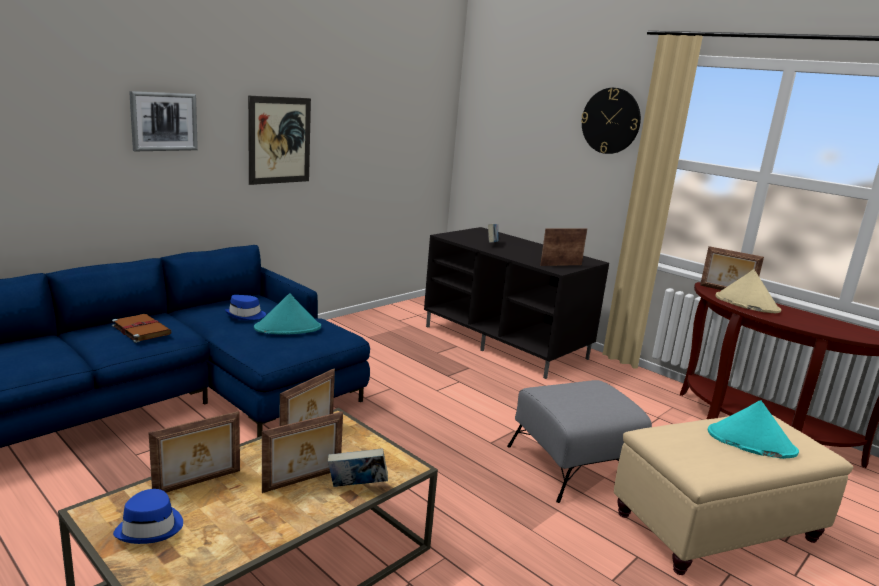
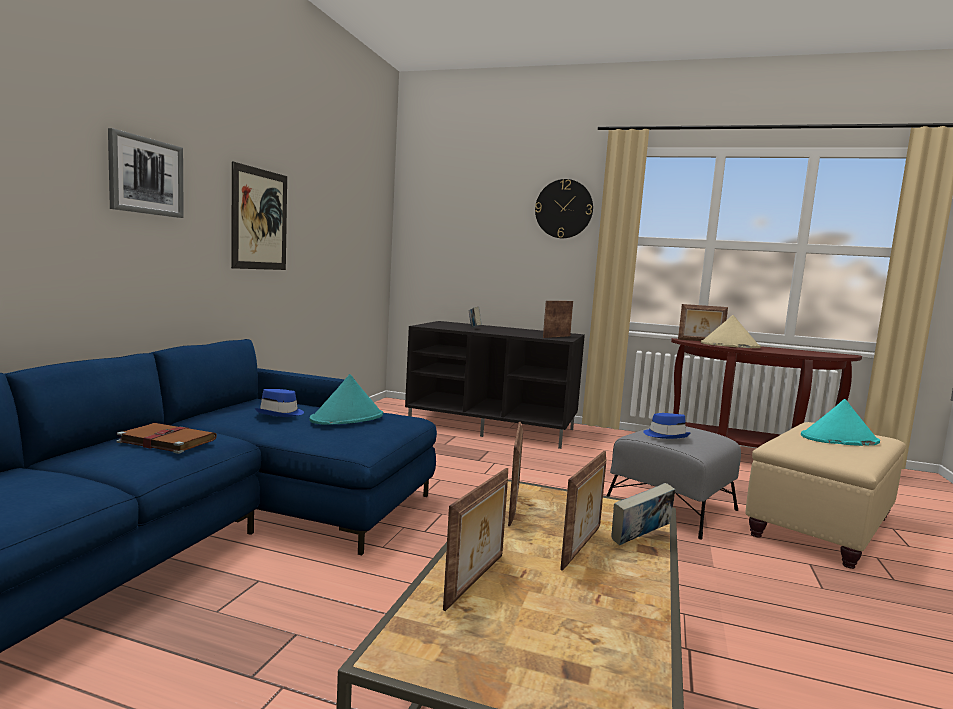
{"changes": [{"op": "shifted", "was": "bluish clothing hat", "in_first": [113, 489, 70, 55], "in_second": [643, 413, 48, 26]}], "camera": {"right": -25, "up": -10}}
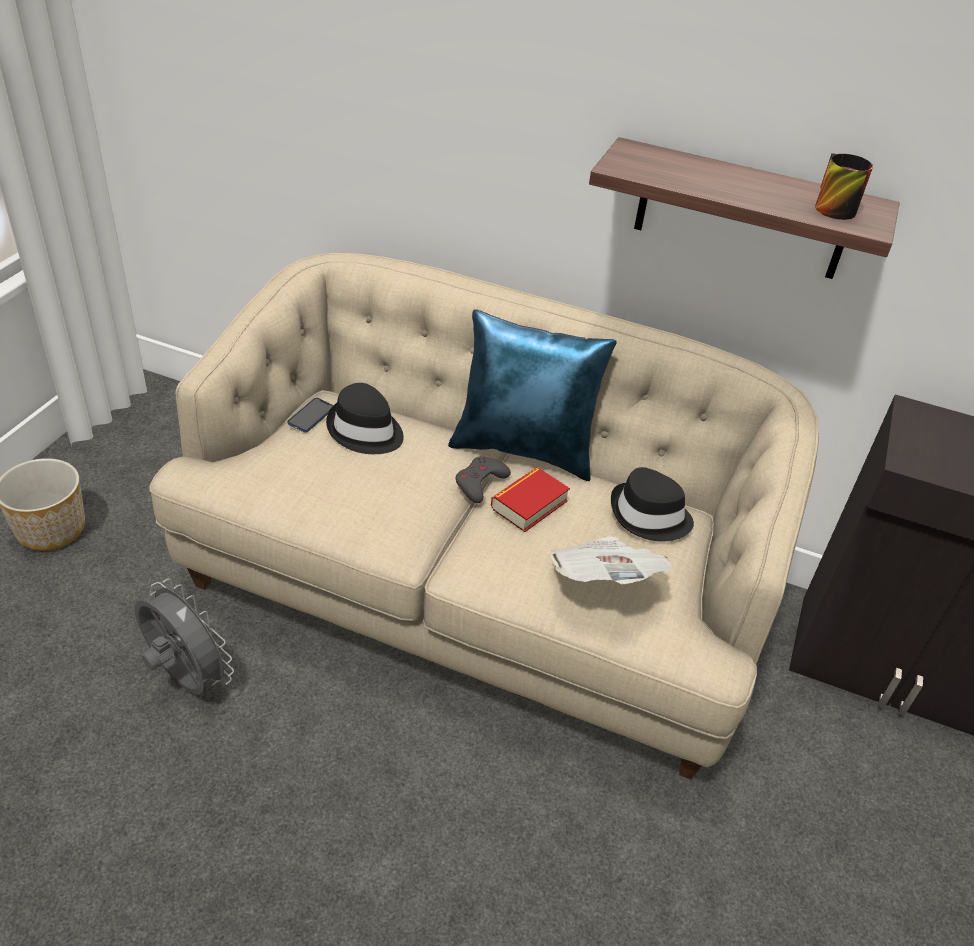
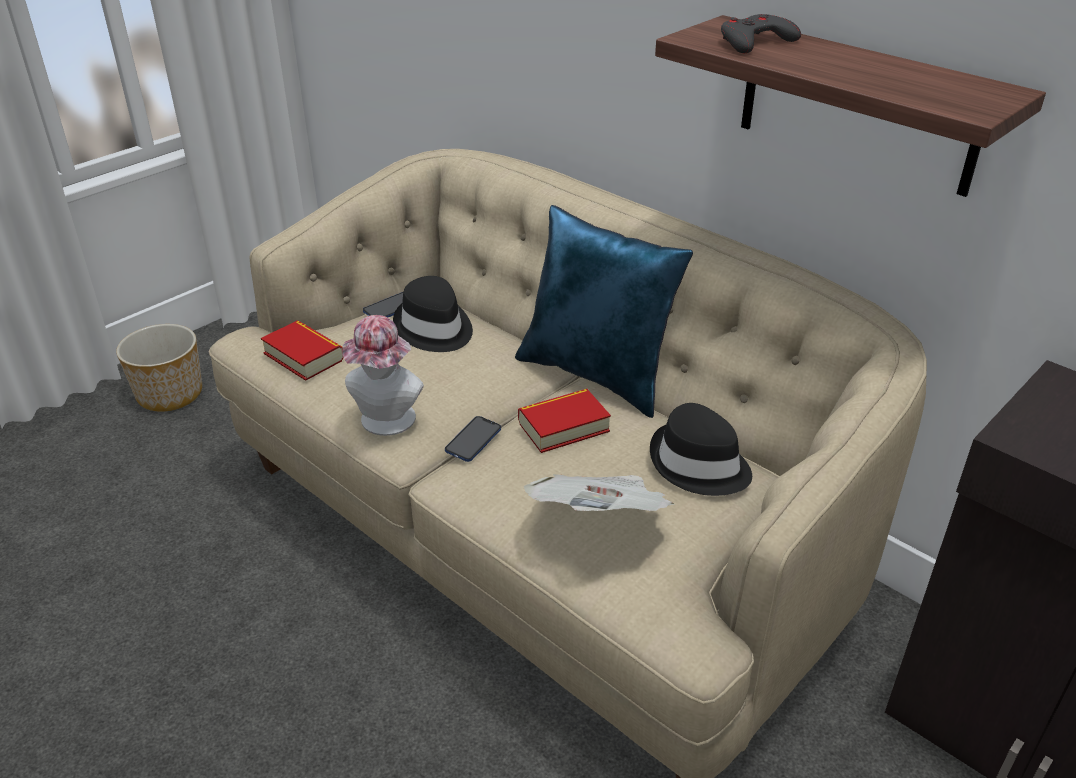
{"changes": [{"op": "gone", "was": "mug", "in_first": [815, 153, 58, 67]}, {"op": "shifted", "was": "greyish joypad", "in_first": [455, 456, 56, 47], "in_second": [721, 14, 80, 39]}, {"op": "gone", "was": "greyish fan", "in_first": [135, 578, 99, 117]}, {"op": "new", "now": "clothing hat", "in_second": [342, 315, 82, 121]}, {"op": "new", "now": "bound book", "in_second": [261, 320, 83, 61]}, {"op": "new", "now": "telephone", "in_second": [445, 416, 56, 46]}], "camera": {"right": 25, "up": -5}}
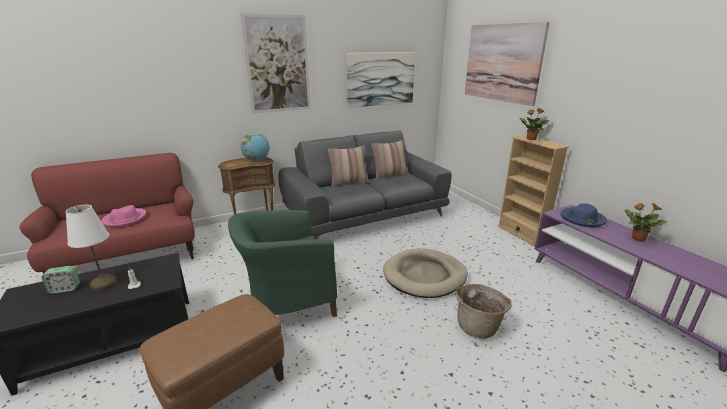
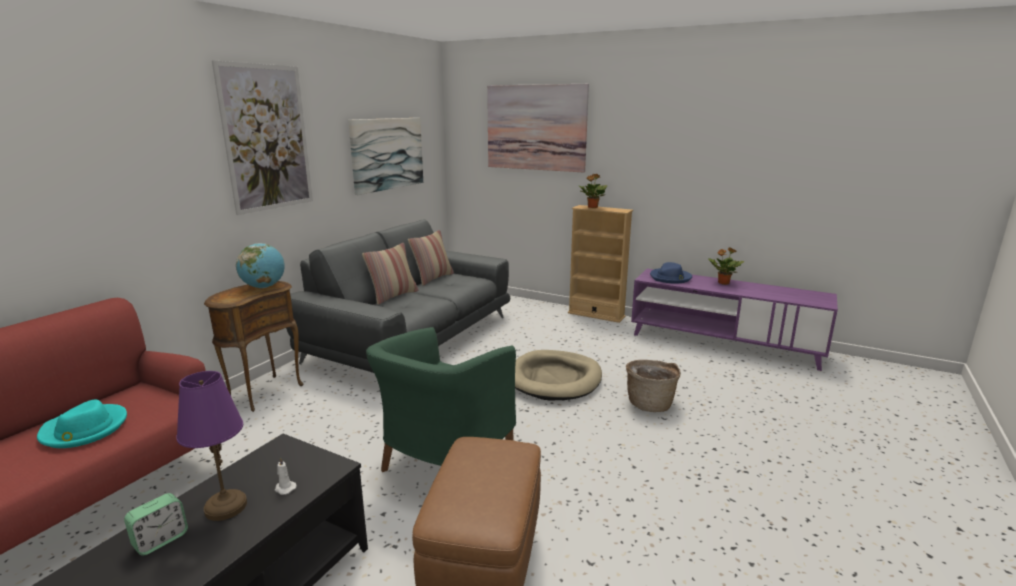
{"changes": [{"op": "repainted", "was": "white-coloured lamp for a table", "now": "purple lamp for a table", "in_first": [65, 205, 52, 86], "in_second": [176, 371, 71, 150]}, {"op": "repainted", "was": "pinkish clothing hat", "now": "turquoise clothing hat", "in_first": [102, 205, 44, 22], "in_second": [37, 400, 90, 48]}], "camera": {"right": -35, "up": -5}}
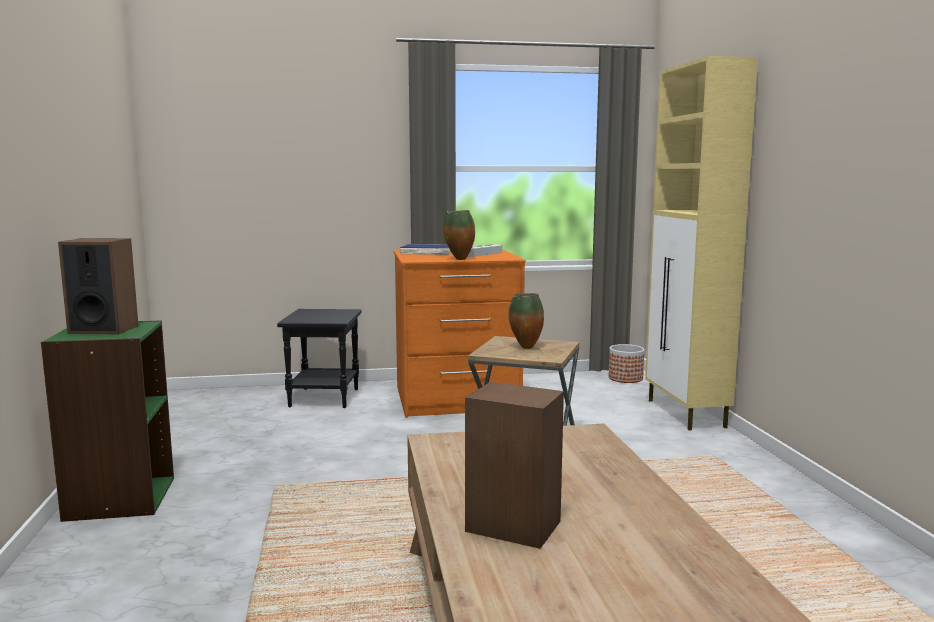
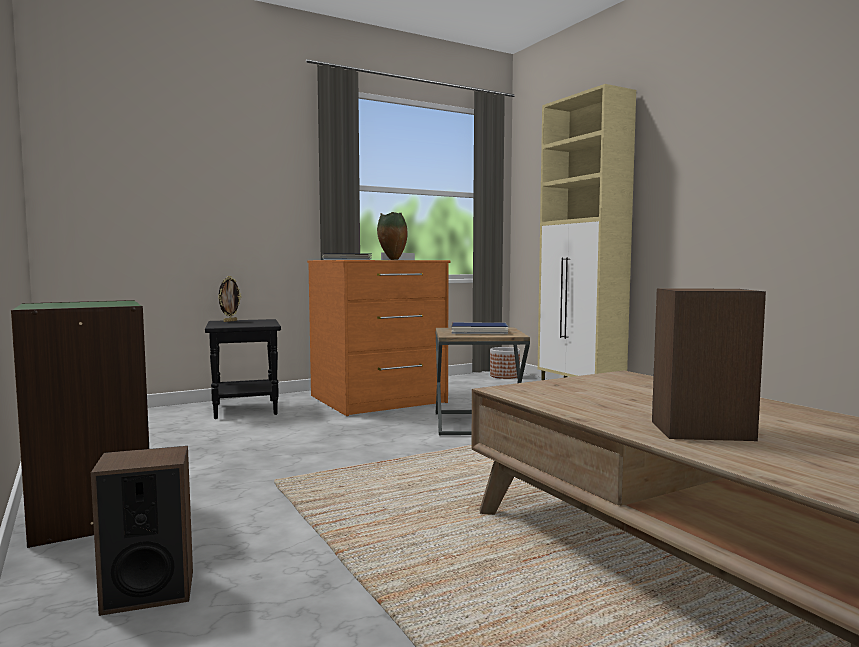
{"changes": [{"op": "shifted", "was": "speaker", "in_first": [58, 238, 81, 96], "in_second": [91, 446, 102, 170]}, {"op": "swapped", "was": "decorative vase", "now": "bluish bound book", "in_first": [508, 293, 36, 56], "in_second": [451, 322, 57, 12]}, {"op": "new", "now": "photo frame", "in_second": [218, 276, 23, 46]}], "camera": {"right": -20, "up": -5}}
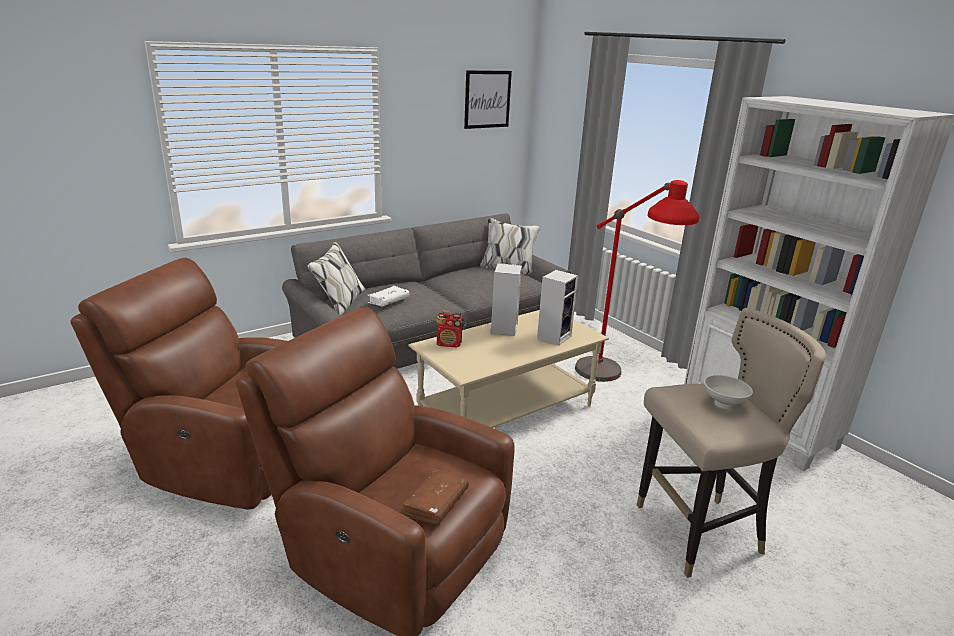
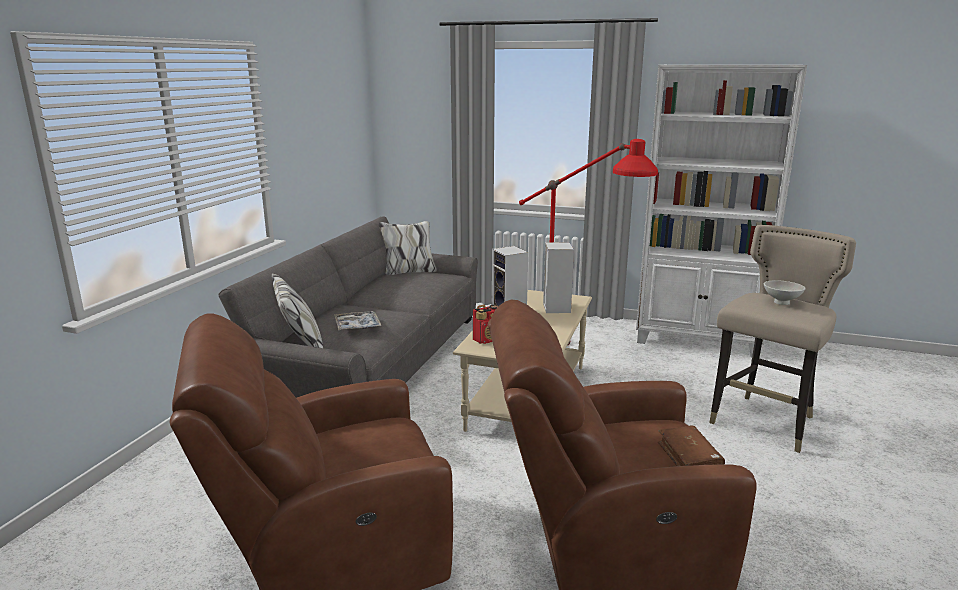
{"changes": [{"op": "gone", "was": "wall art", "in_first": [464, 70, 48, 59]}, {"op": "swapped", "was": "white-coloured bound book", "now": "carrying tray", "in_first": [367, 286, 43, 20], "in_second": [334, 311, 47, 19]}], "camera": {"right": -35, "up": -5}}
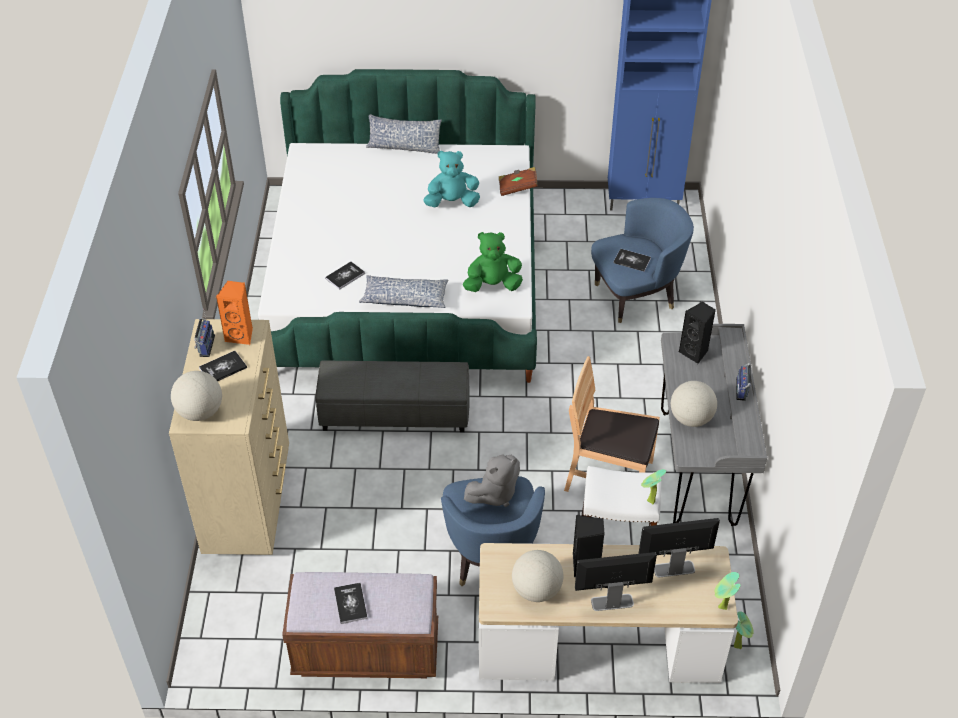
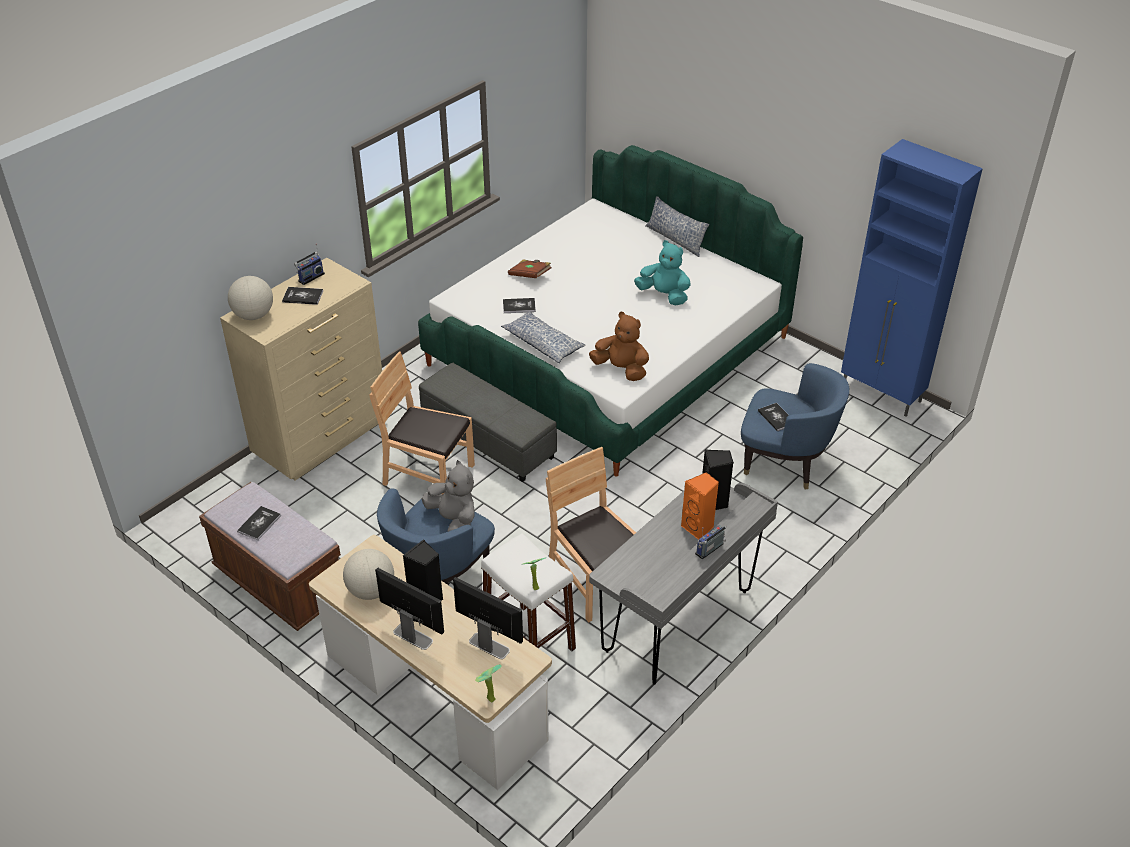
{"changes": [{"op": "shifted", "was": "brownish bound book", "in_first": [499, 167, 38, 29], "in_second": [508, 259, 43, 19]}, {"op": "repainted", "was": "green cuddly toy", "now": "brownish cuddly toy", "in_first": [463, 232, 60, 60], "in_second": [589, 312, 60, 69]}, {"op": "shifted", "was": "orange-coloured speaker", "in_first": [216, 281, 37, 64], "in_second": [681, 472, 38, 68]}, {"op": "gone", "was": "desk globe", "in_first": [671, 381, 46, 46]}, {"op": "rotated", "was": "greyish cuddly toy", "in_first": [464, 454, 56, 53], "in_second": [422, 460, 53, 72], "clockwise": -135}, {"op": "gone", "was": "potted plant", "in_first": [734, 611, 20, 38]}, {"op": "new", "now": "brownish plain chair", "in_second": [369, 351, 106, 144]}], "camera": {"right": 40, "up": -5}}
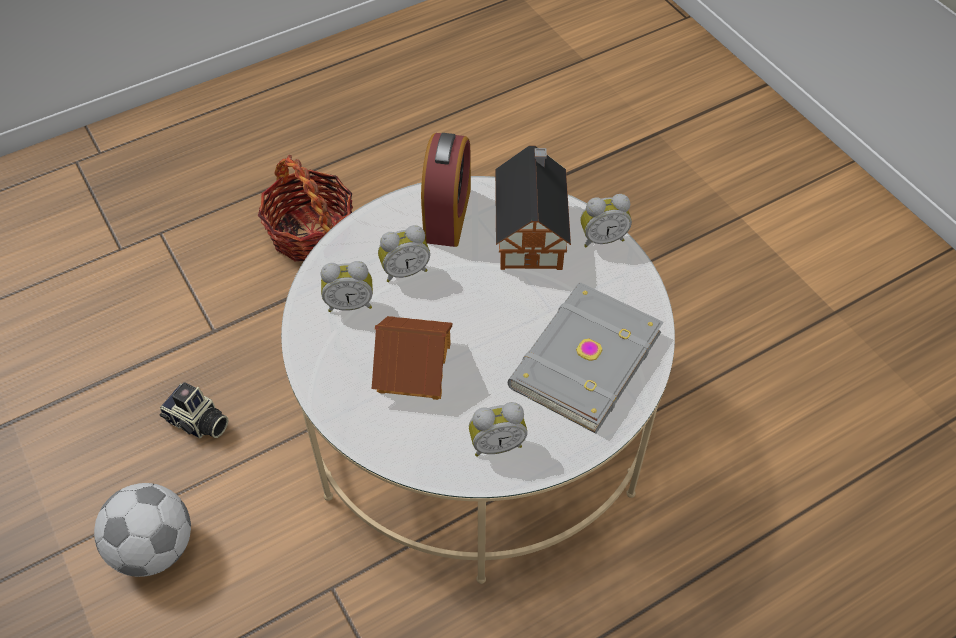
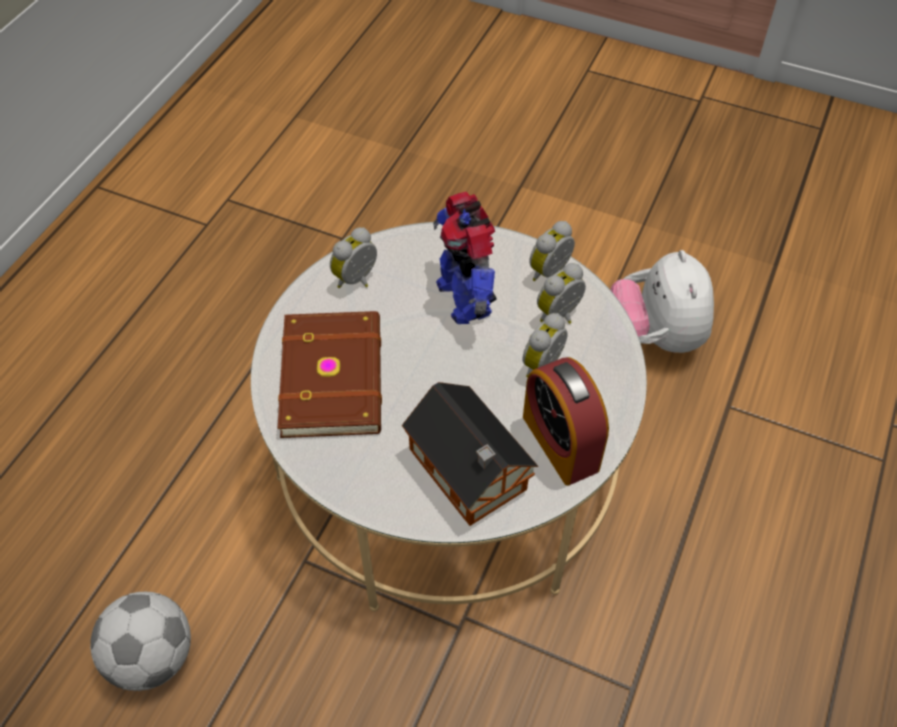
{"changes": [{"op": "gone", "was": "storage basket", "in_first": [258, 154, 95, 108]}, {"op": "shifted", "was": "table clock", "in_first": [581, 194, 51, 53], "in_second": [529, 221, 46, 60]}, {"op": "repainted", "was": "greyish bound book", "now": "brownish bound book", "in_first": [508, 282, 156, 152], "in_second": [278, 311, 104, 127]}, {"op": "swapped", "was": "miniature house", "now": "toy robot", "in_first": [372, 316, 80, 84], "in_second": [433, 192, 64, 132]}, {"op": "swapped", "was": "still camera", "now": "cuddly toy", "in_first": [160, 382, 69, 56], "in_second": [610, 250, 104, 103]}, {"op": "shifted", "was": "football", "in_first": [94, 483, 97, 94], "in_second": [90, 592, 101, 99]}], "camera": {"right": 145, "up": 0}}
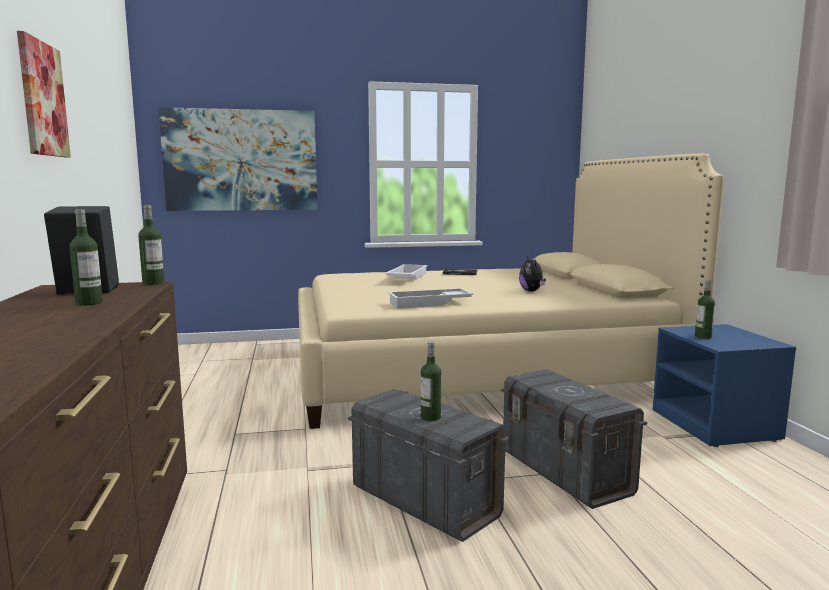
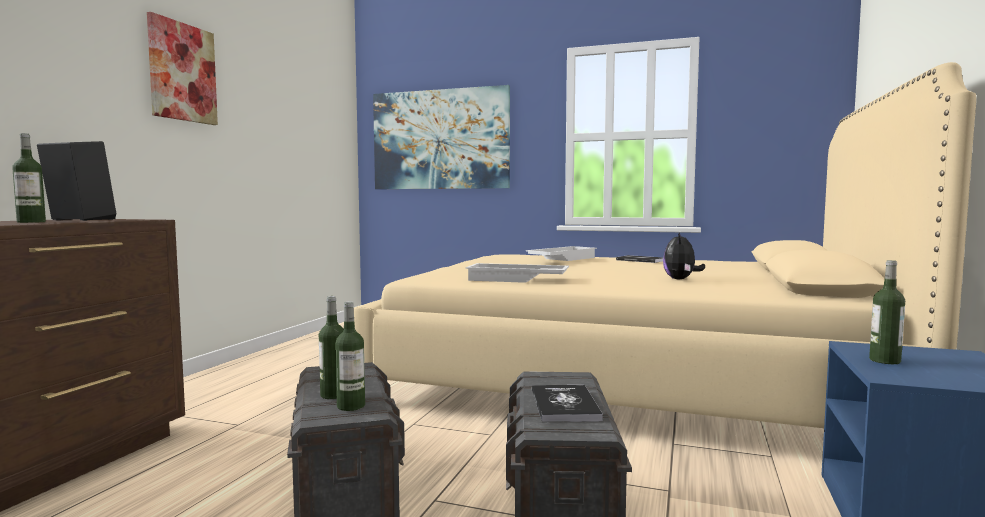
{"changes": [{"op": "shifted", "was": "drink bottle", "in_first": [138, 205, 26, 80], "in_second": [335, 301, 30, 110]}, {"op": "new", "now": "bound book", "in_second": [532, 385, 71, 37]}], "camera": {"right": 30, "up": -5}}
